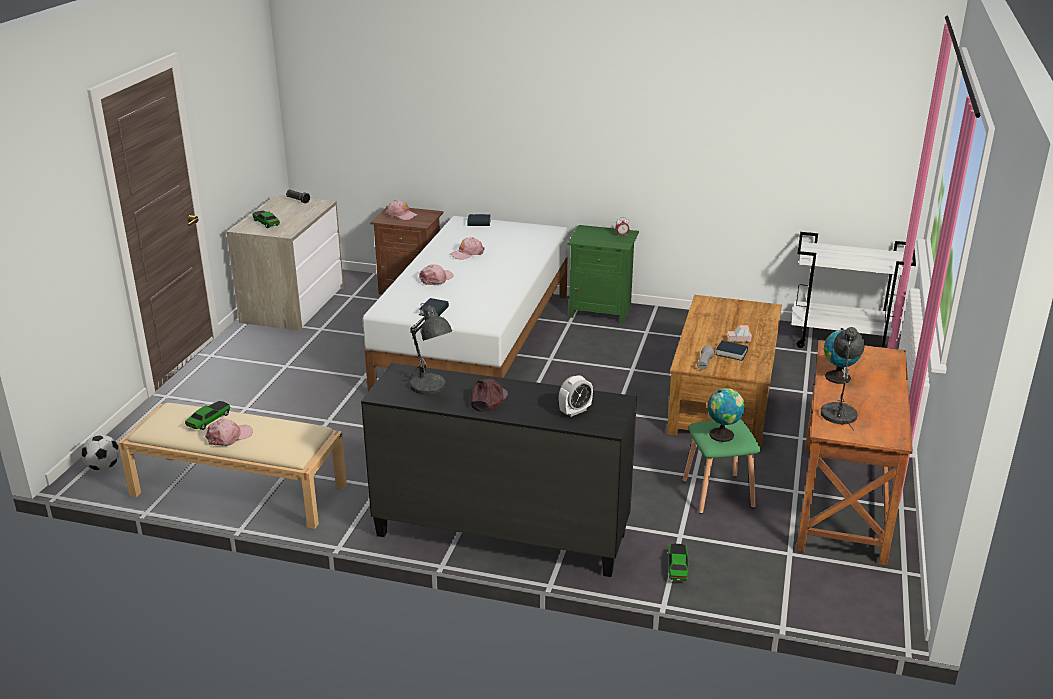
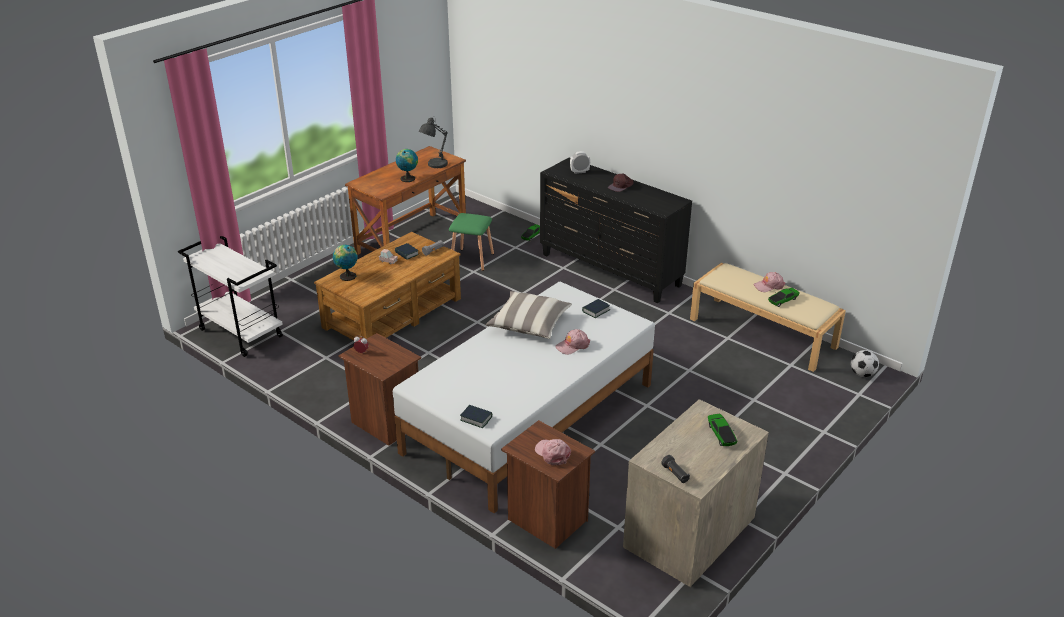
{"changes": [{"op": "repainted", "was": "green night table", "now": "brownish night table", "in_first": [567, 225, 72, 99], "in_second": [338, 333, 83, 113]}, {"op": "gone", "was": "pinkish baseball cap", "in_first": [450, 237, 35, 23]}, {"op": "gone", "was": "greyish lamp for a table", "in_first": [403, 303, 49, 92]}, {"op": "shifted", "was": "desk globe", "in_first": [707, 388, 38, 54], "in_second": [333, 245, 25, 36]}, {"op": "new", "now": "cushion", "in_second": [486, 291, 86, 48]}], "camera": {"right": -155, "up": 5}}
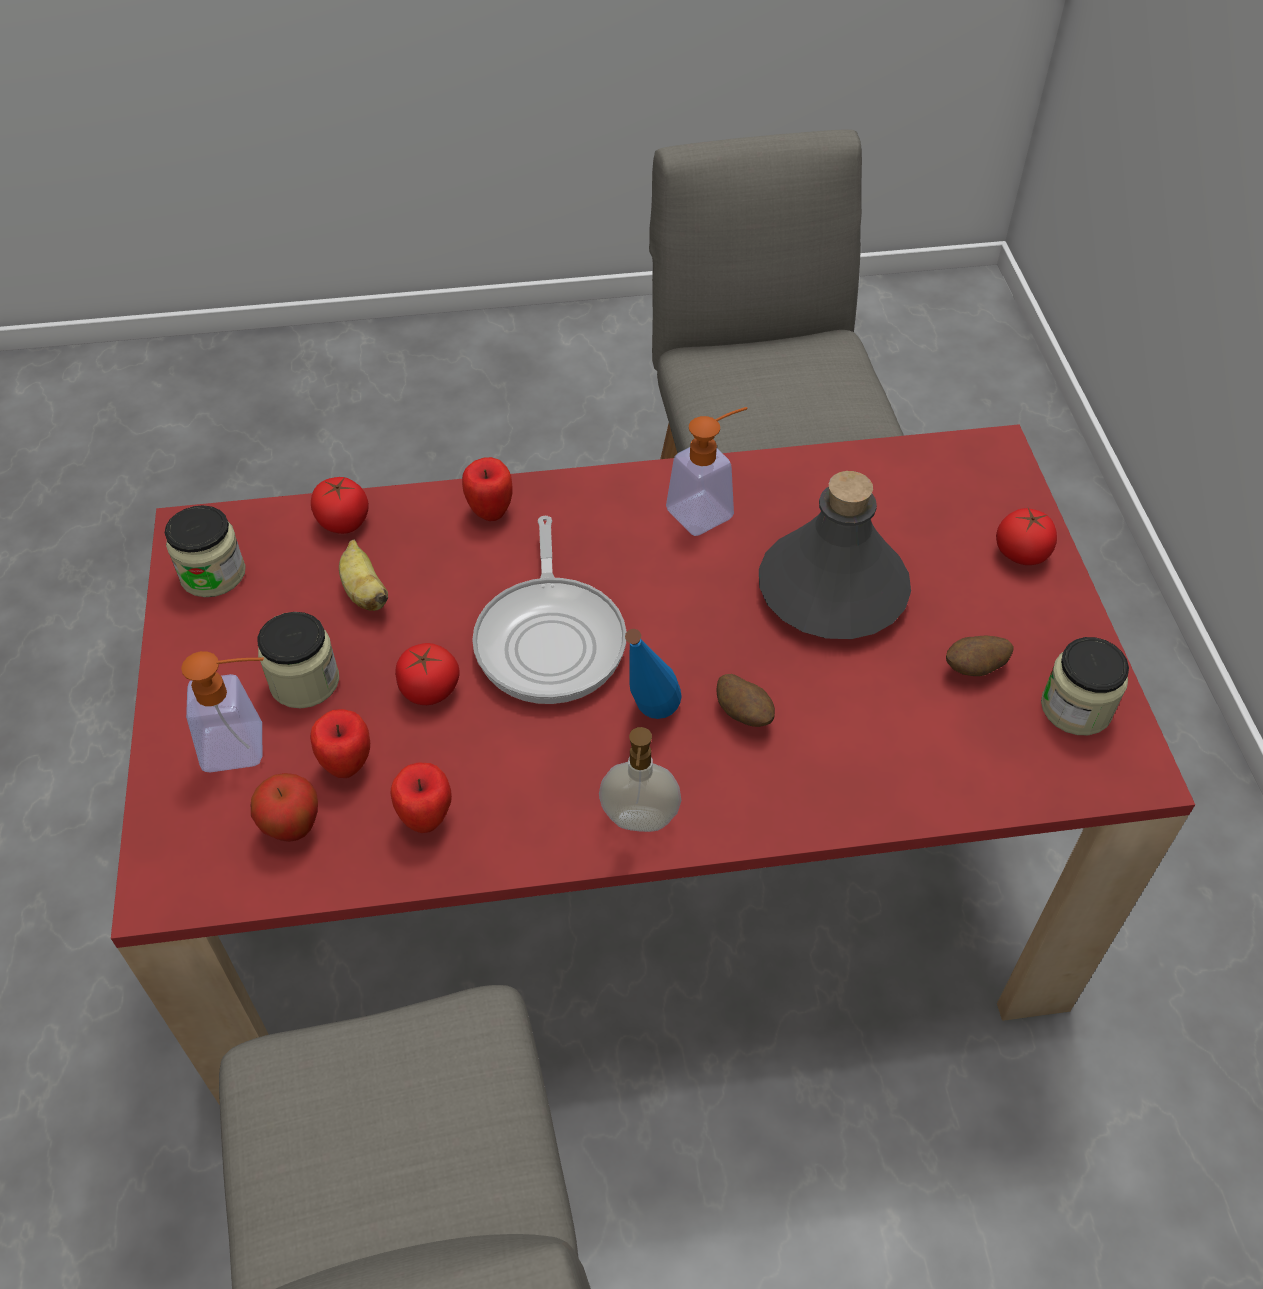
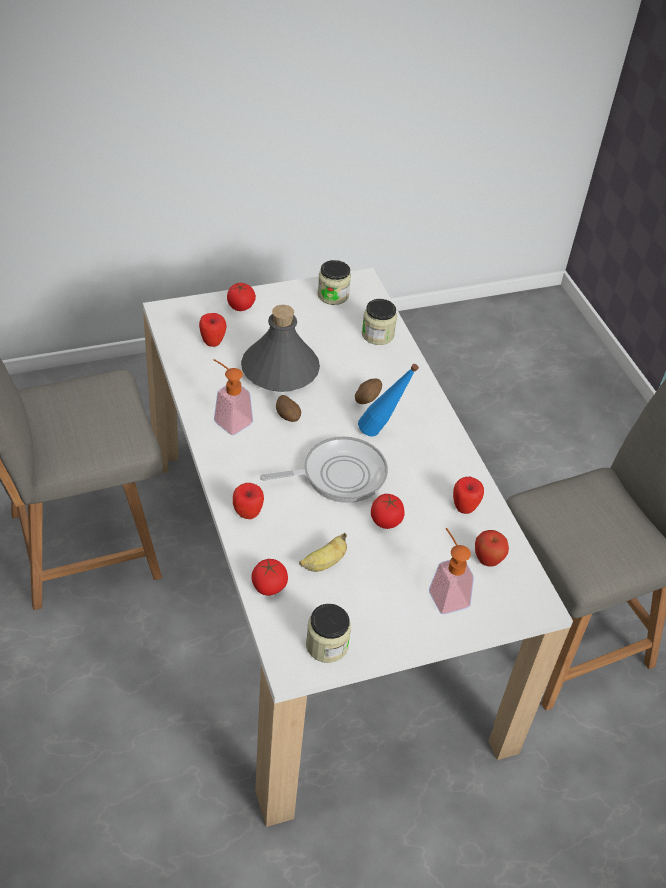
{"changes": [{"op": "repainted", "was": "red-coloured dining table", "now": "white-coloured dining table", "in_first": [111, 424, 1084, 681], "in_second": [143, 268, 430, 559]}, {"op": "shifted", "was": "storage jar", "in_first": [257, 612, 82, 97], "in_second": [362, 299, 35, 46]}, {"op": "shifted", "was": "spud", "in_first": [946, 636, 68, 40], "in_second": [276, 395, 25, 27]}, {"op": "shifted", "was": "apple", "in_first": [310, 709, 60, 69], "in_second": [199, 313, 27, 34]}, {"op": "gone", "was": "soap dispenser", "in_first": [599, 727, 83, 105]}], "camera": {"right": -105, "up": -5}}
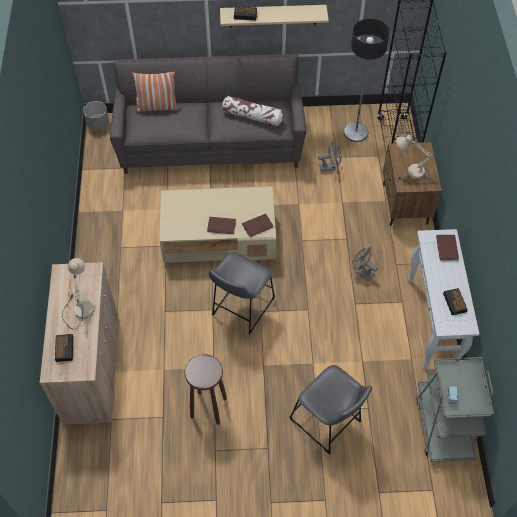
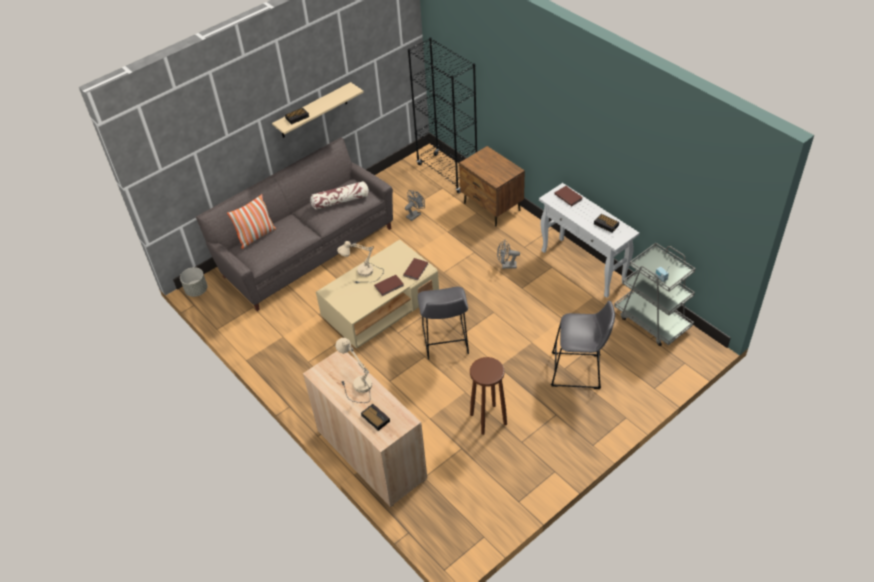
{"changes": [{"op": "gone", "was": "floor lamp", "in_first": [344, 19, 46, 123]}, {"op": "shifted", "was": "beige-coloured lamp for a table", "in_first": [396, 135, 37, 53], "in_second": [337, 240, 47, 44]}], "camera": {"right": -35, "up": -10}}
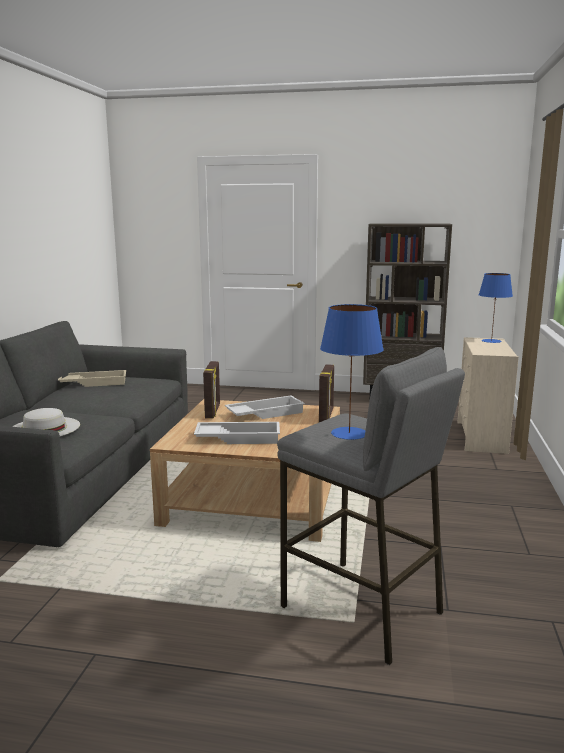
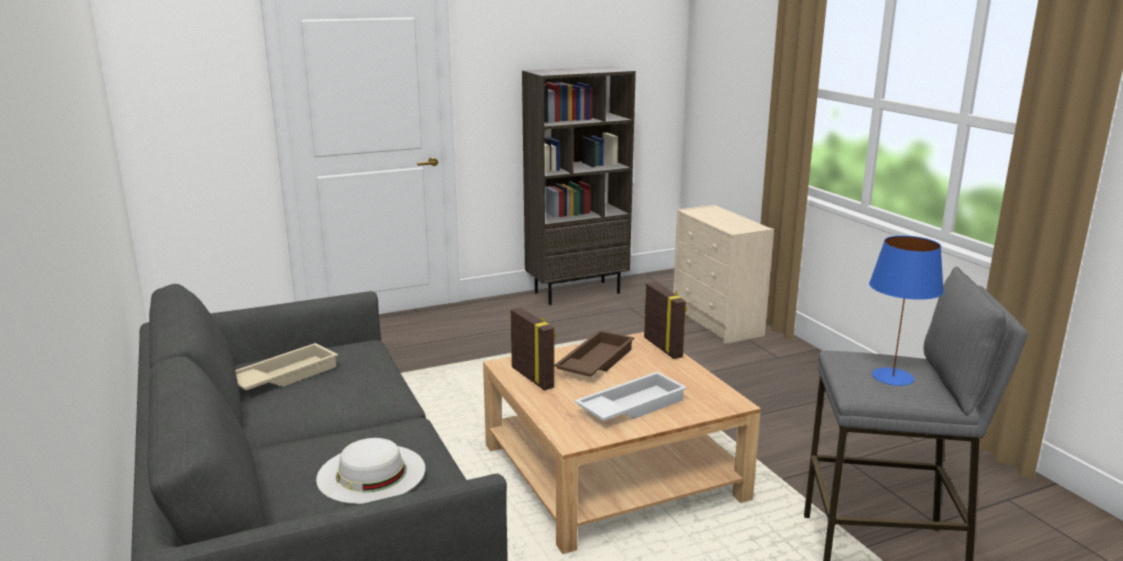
{"changes": [{"op": "gone", "was": "bluish lamp for a table", "in_first": [479, 273, 34, 70]}, {"op": "repainted", "was": "white-coloured carrying tray", "now": "brownish carrying tray", "in_first": [225, 396, 80, 23], "in_second": [554, 330, 80, 47]}], "camera": {"right": -35, "up": 5}}
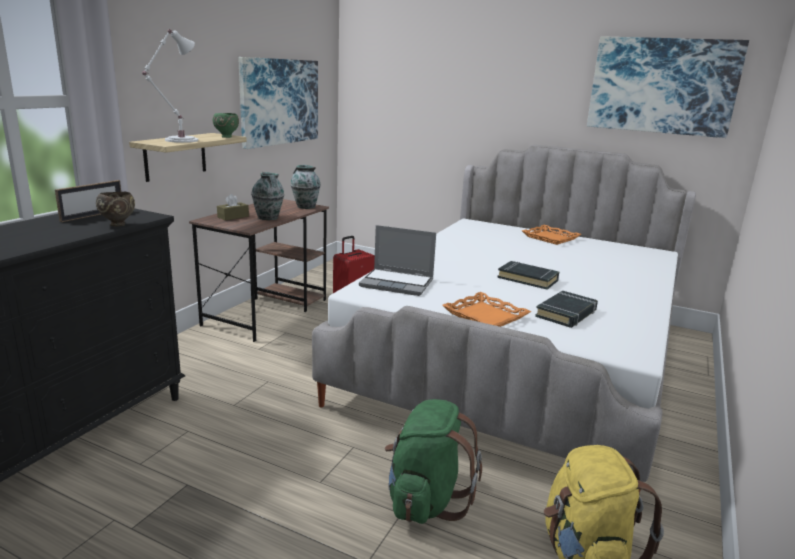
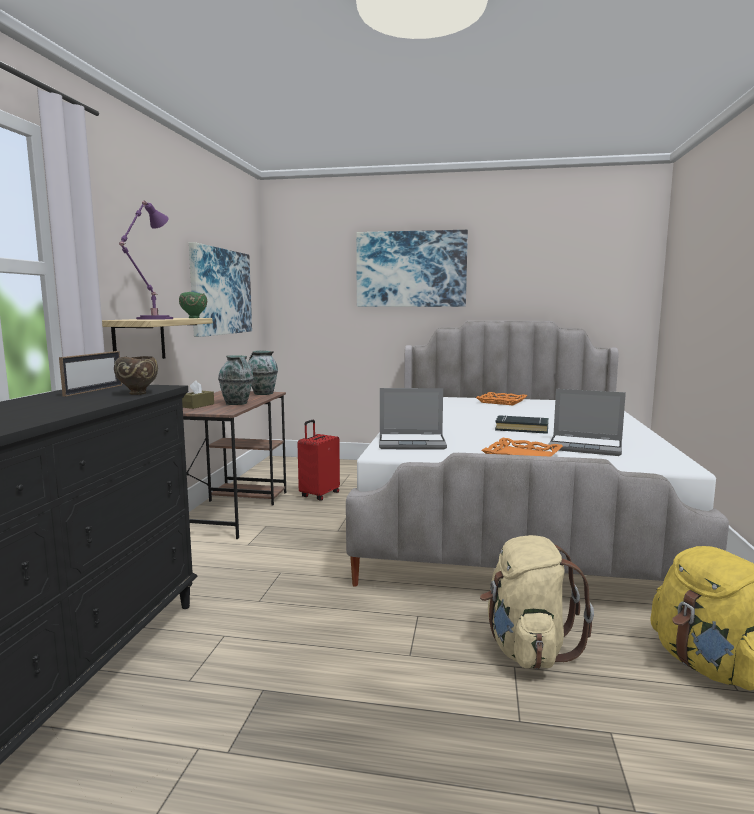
{"changes": [{"op": "repainted", "was": "white-coloured lamp for a table", "now": "purple lamp for a table", "in_first": [142, 29, 56, 114], "in_second": [119, 200, 54, 120]}, {"op": "shifted", "was": "wall art", "in_first": [587, 36, 162, 102], "in_second": [356, 230, 112, 77]}, {"op": "swapped", "was": "blackish bound book", "now": "notebook computer", "in_first": [535, 291, 63, 37], "in_second": [548, 389, 78, 67]}, {"op": "repainted", "was": "green backpack", "now": "beige-coloured backpack", "in_first": [385, 399, 97, 125], "in_second": [480, 535, 114, 134]}], "camera": {"right": -15, "up": -10}}
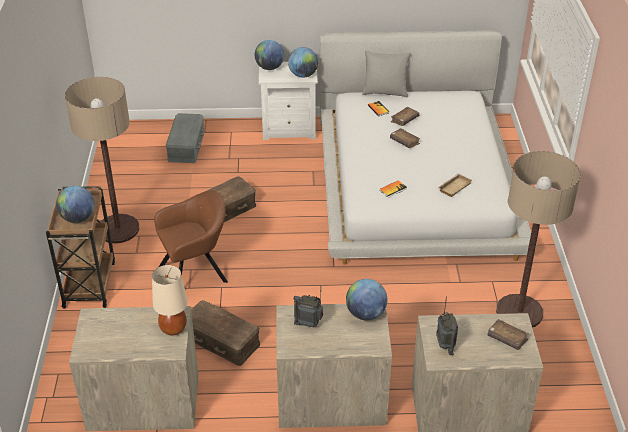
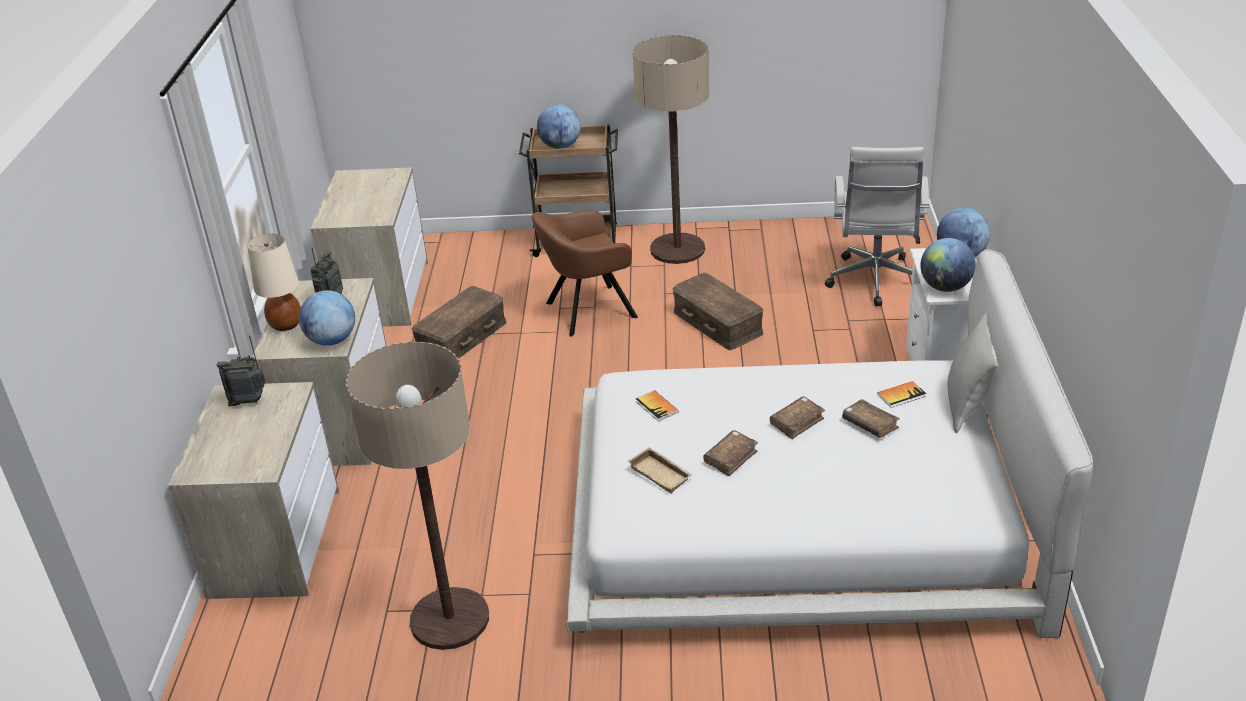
{"changes": [{"op": "swapped", "was": "greyish storage box", "now": "white-coloured computer chair", "in_first": [166, 113, 39, 50], "in_second": [825, 147, 104, 159]}, {"op": "rotated", "was": "brownish lounge chair", "in_first": [154, 190, 74, 93], "in_second": [532, 210, 106, 127], "clockwise": 90}, {"op": "shifted", "was": "beige-coloured lamp for a table", "in_first": [152, 265, 36, 70], "in_second": [247, 234, 54, 97]}, {"op": "shifted", "was": "brownish bound book", "in_first": [488, 319, 41, 31], "in_second": [703, 430, 55, 46]}], "camera": {"right": 95, "up": -5}}
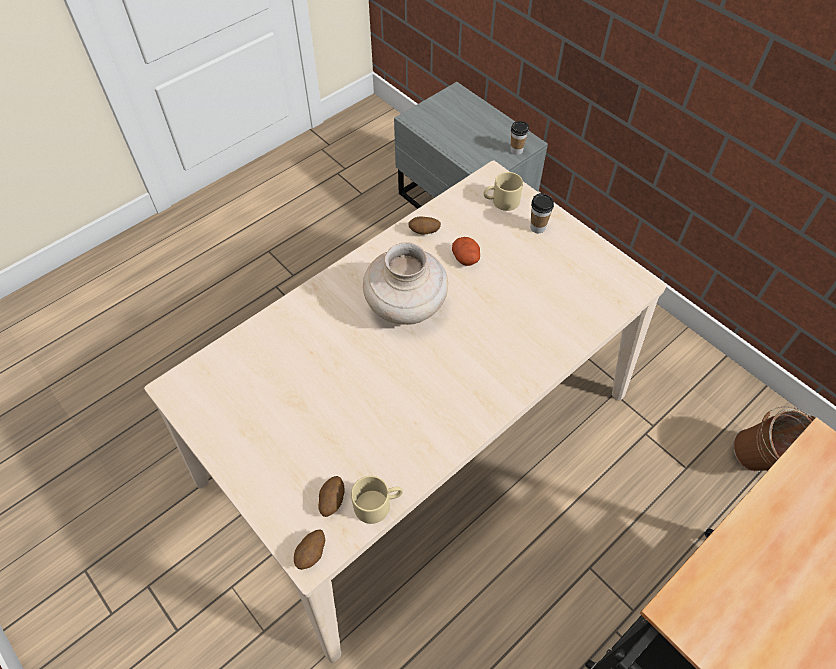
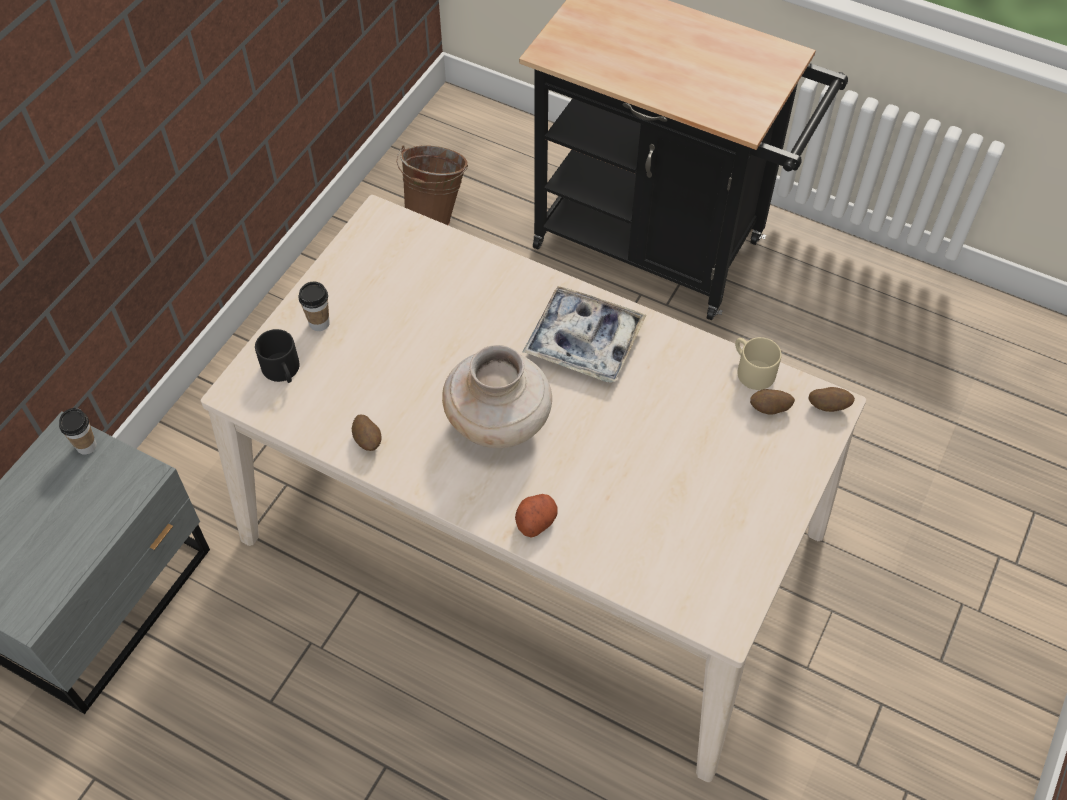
{"changes": [{"op": "repainted", "was": "beige-coloured mug", "now": "blackish mug", "in_first": [483, 172, 40, 39], "in_second": [255, 329, 45, 54]}, {"op": "shifted", "was": "spud", "in_first": [452, 237, 28, 29], "in_second": [515, 494, 43, 44]}, {"op": "new", "now": "carrying tray", "in_second": [523, 286, 124, 97]}], "camera": {"right": -110, "up": 0}}
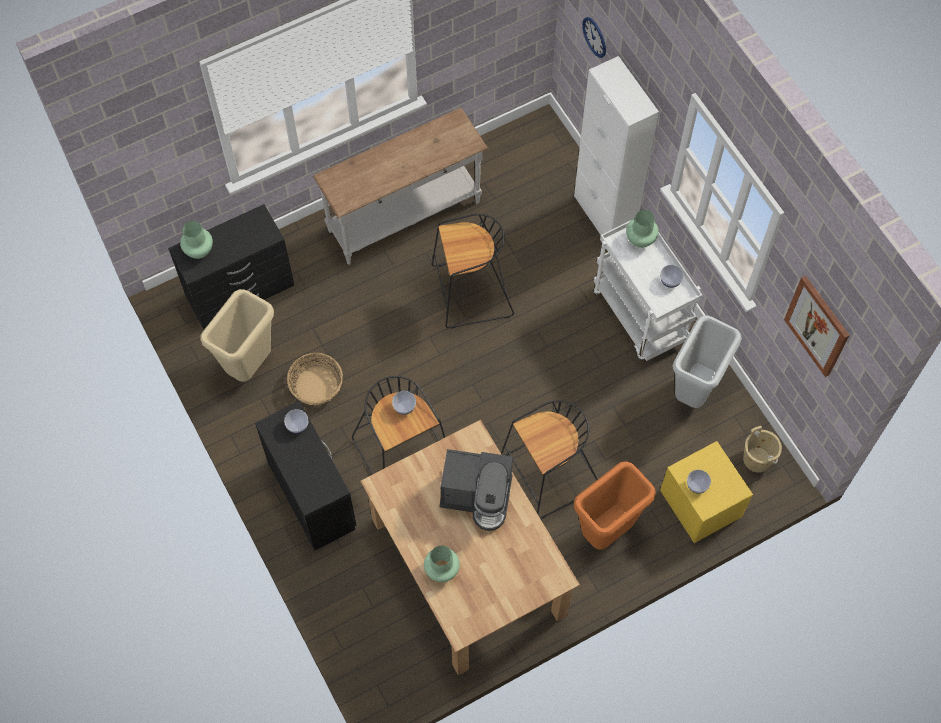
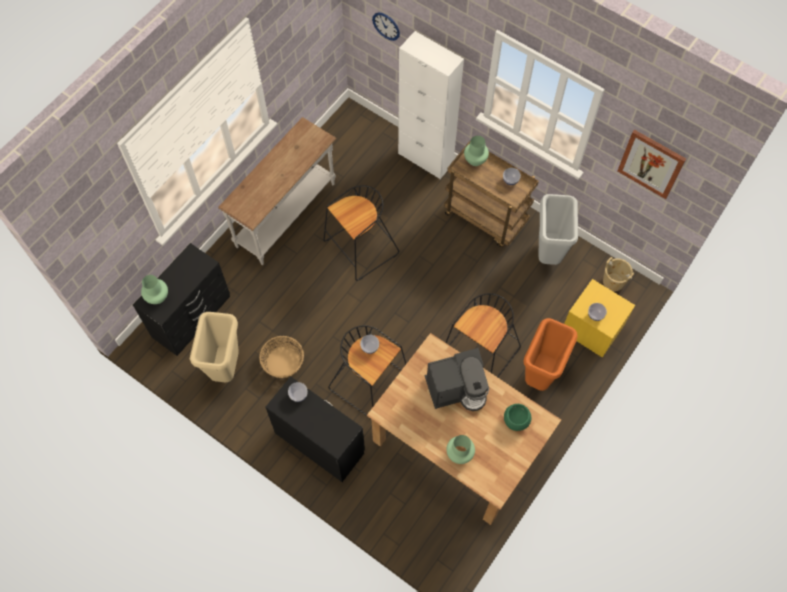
{"changes": [{"op": "repainted", "was": "white-coloured trolley", "now": "brownish trolley", "in_first": [593, 220, 110, 141], "in_second": [444, 140, 95, 107]}, {"op": "new", "now": "green serving bowl", "in_second": [504, 404, 27, 27]}], "camera": {"right": -25, "up": 0}}
